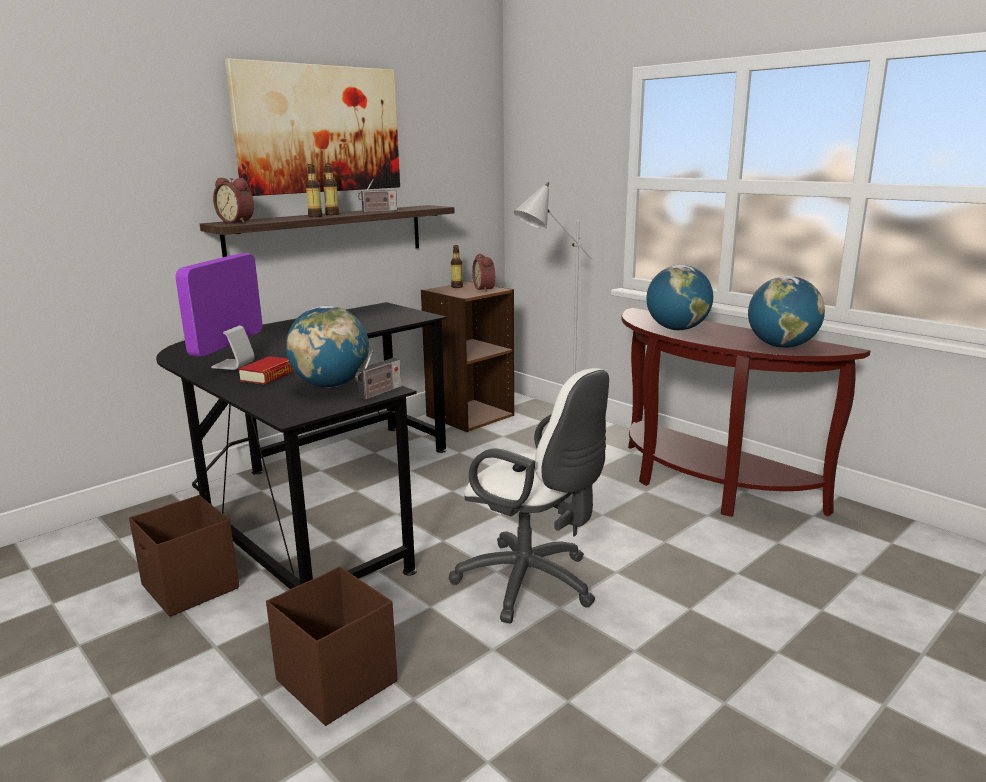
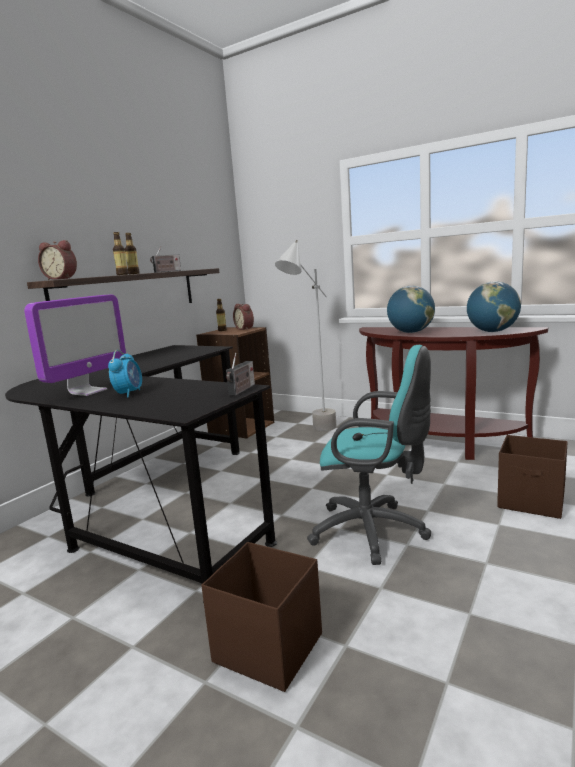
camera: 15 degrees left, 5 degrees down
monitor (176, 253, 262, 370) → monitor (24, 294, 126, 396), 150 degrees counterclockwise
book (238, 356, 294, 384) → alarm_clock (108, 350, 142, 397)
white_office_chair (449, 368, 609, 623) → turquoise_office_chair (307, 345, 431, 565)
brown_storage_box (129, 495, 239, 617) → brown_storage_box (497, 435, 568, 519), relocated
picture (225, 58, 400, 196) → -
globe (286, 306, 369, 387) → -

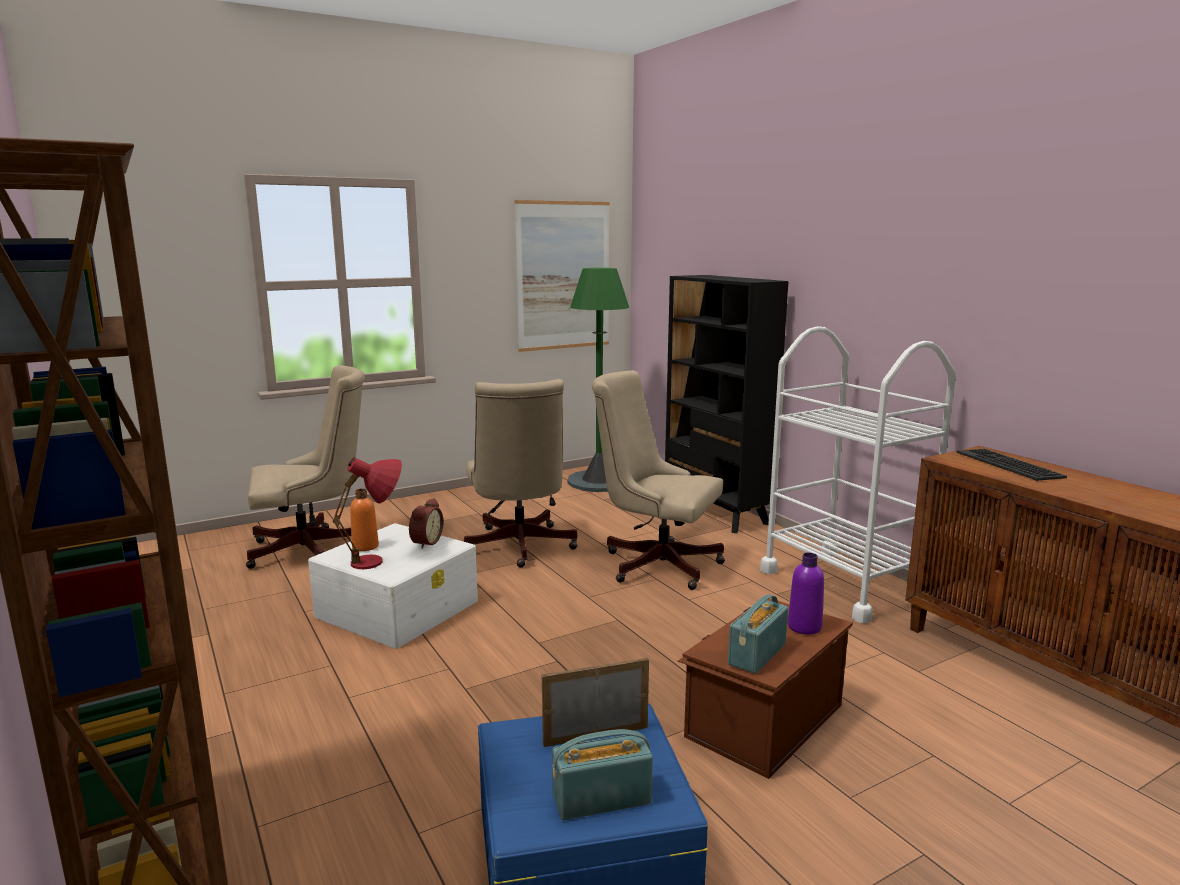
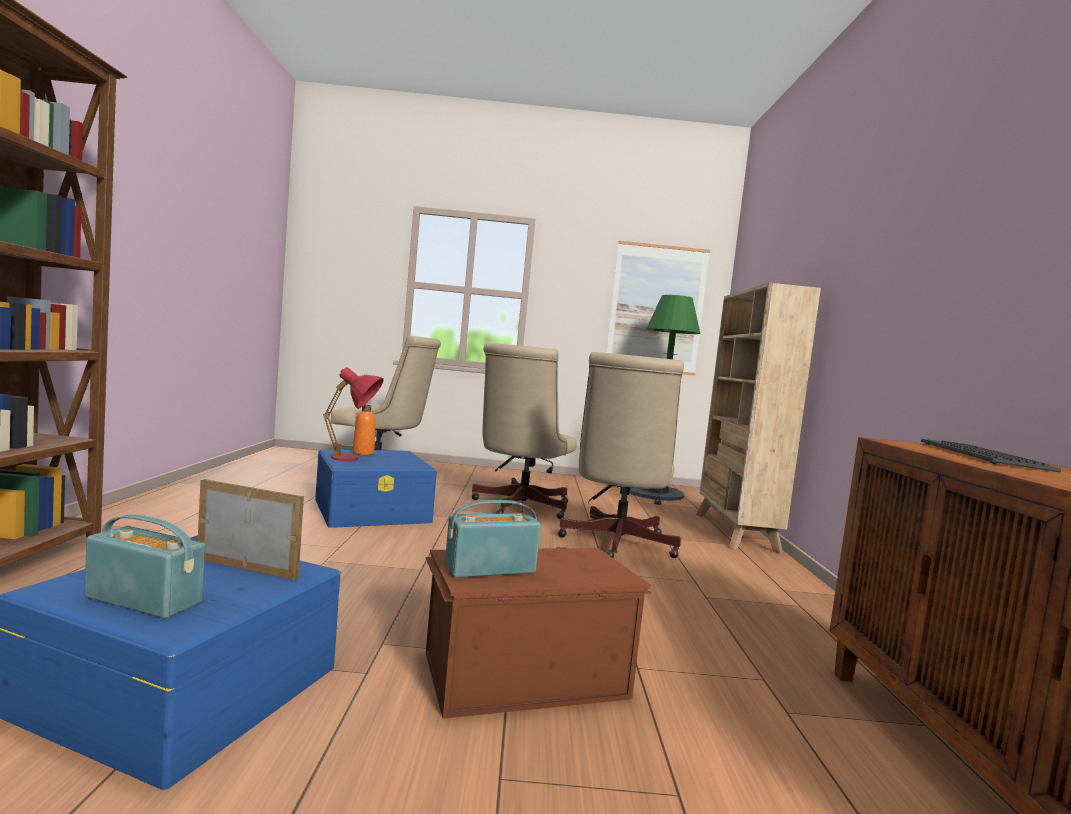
camera: 30 degrees right, 10 degrees down
white_storage_box (308, 523, 478, 649) → blue_storage_box (315, 450, 437, 528)
beige_office_chair (592, 370, 725, 590) → beige_office_chair (558, 352, 684, 558), 135 degrees counterclockwise
black_bookcase (665, 275, 788, 533) → beige_bookcase (696, 283, 821, 554)
alarm_clock (409, 498, 443, 549) → -
white_cart (760, 326, 956, 624) → -
purple_bottle (788, 553, 824, 634) → -

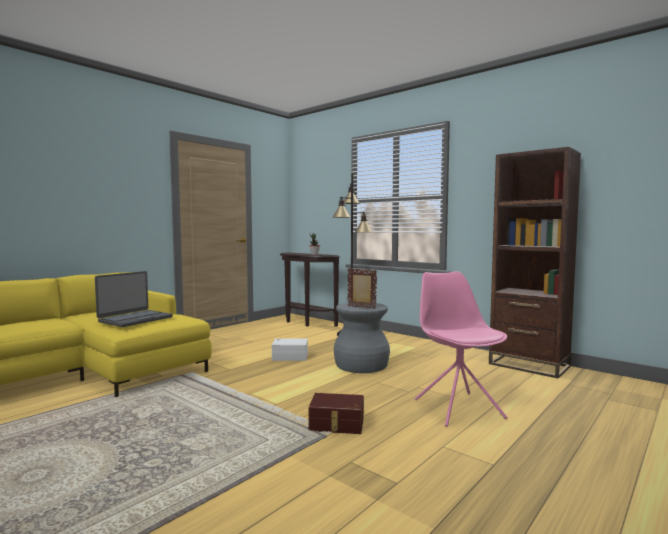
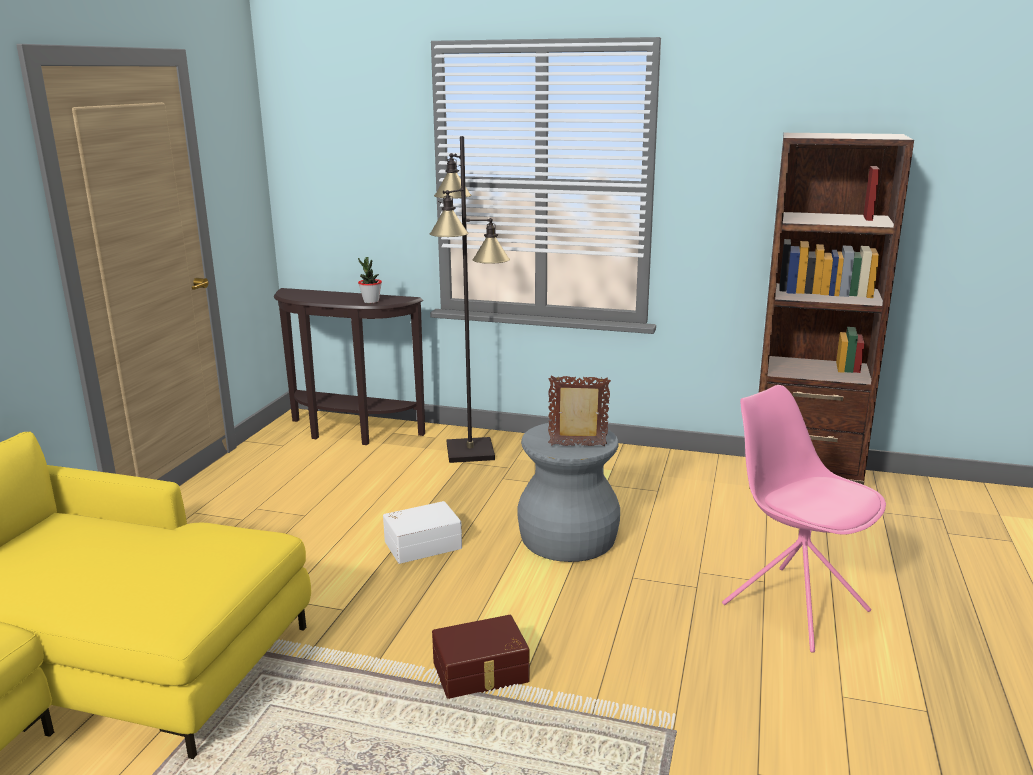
camera: 25 degrees left, 15 degrees up
brown_storage_box (308, 393, 364, 434) → brown_storage_box (432, 615, 530, 699), relocated
laptop (95, 271, 173, 327) → -

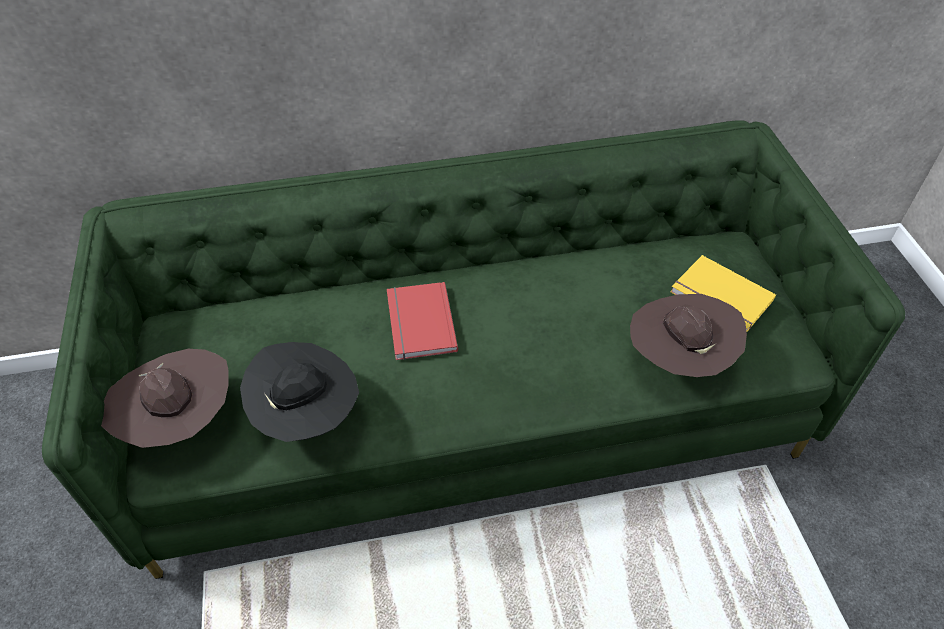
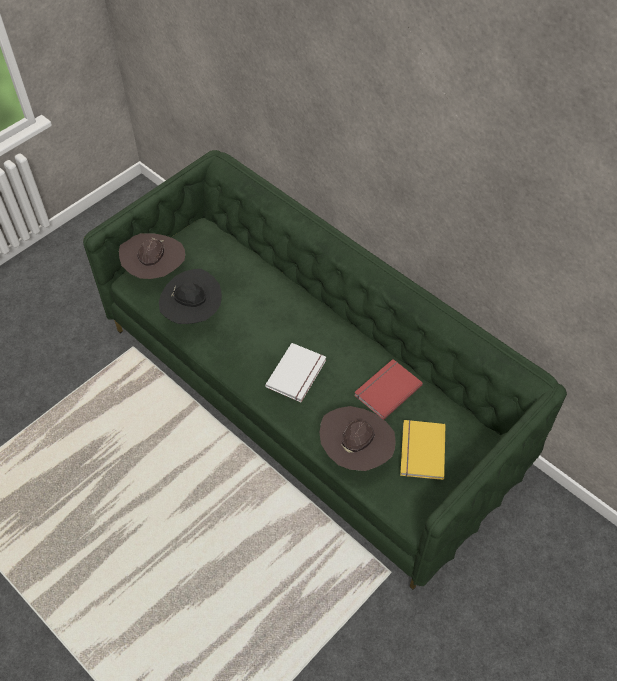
camera: 55 degrees right, 5 degrees up
- → white_book (265, 343, 326, 402)
red_book (387, 282, 458, 360) → red_book (354, 359, 423, 420), relocated

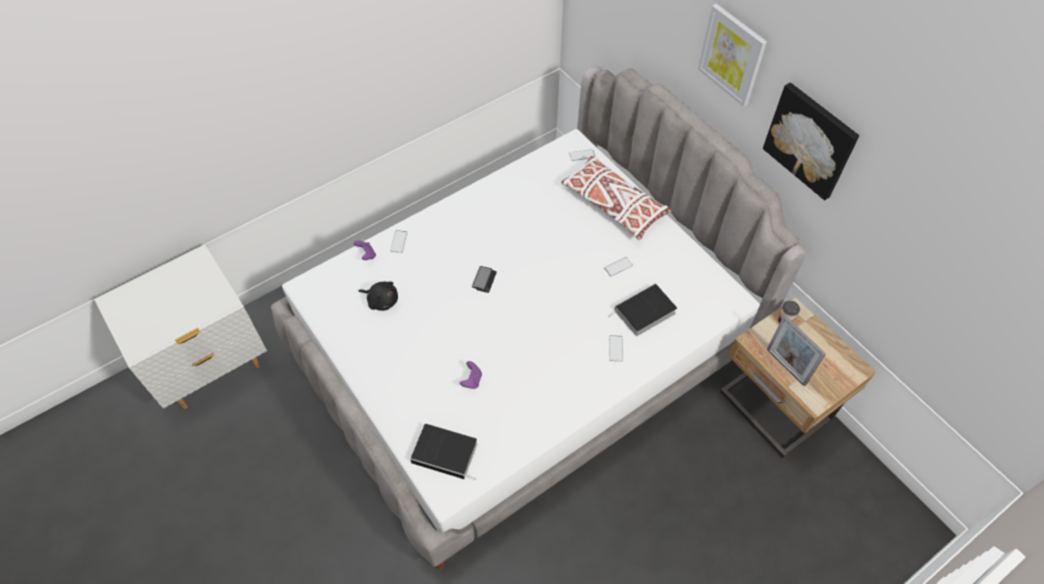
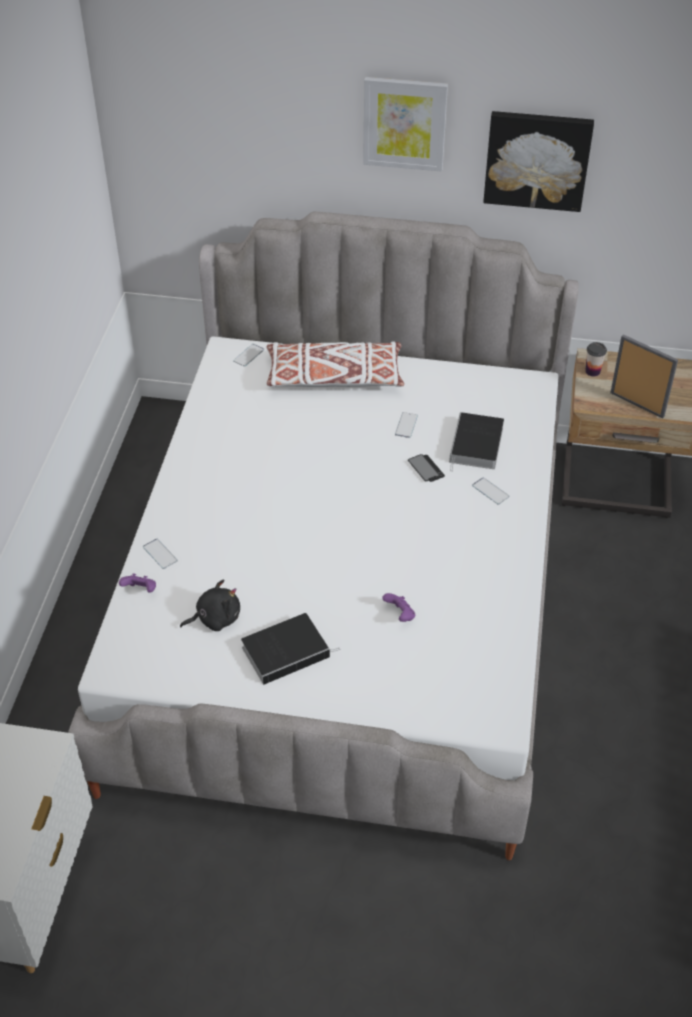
camera: 45 degrees left, 10 degrees down
book (410, 424, 477, 480) → book (241, 613, 341, 685), relocated
phone (472, 266, 497, 293) → phone (408, 454, 445, 482), relocated
picture_frame (767, 315, 826, 387) → picture_frame (610, 334, 678, 419), 150 degrees counterclockwise

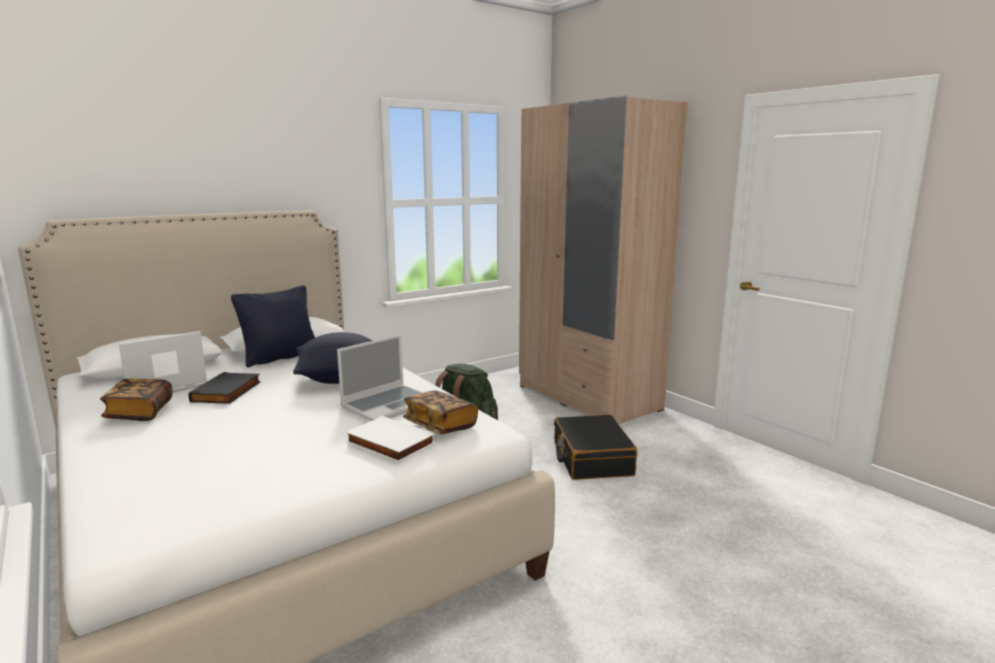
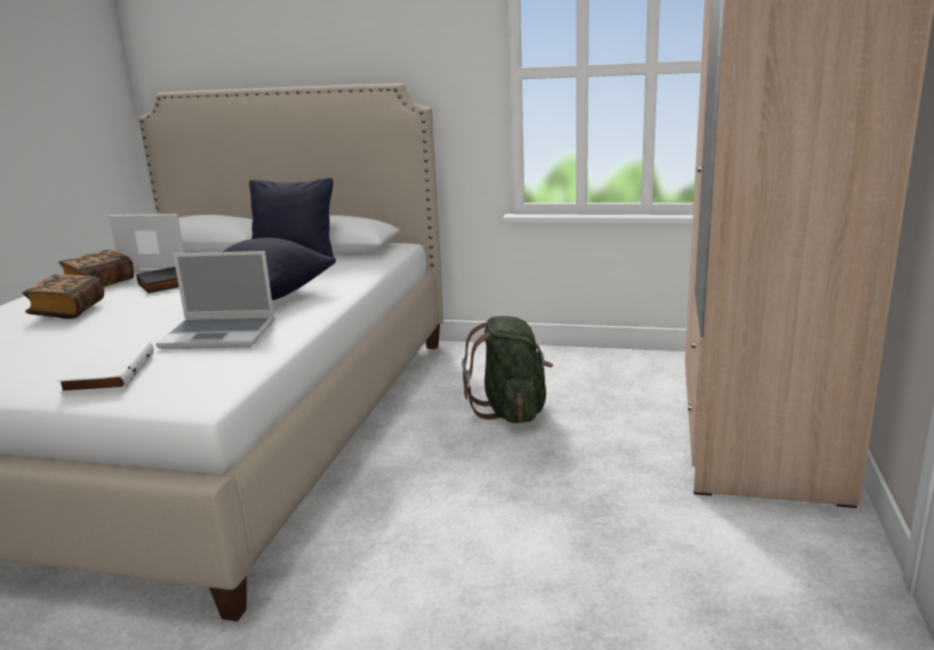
camera: 50 degrees right, 5 degrees up
book (403, 390, 478, 434) → book (22, 274, 104, 319), relocated
black_suitcase (554, 415, 637, 480) → -

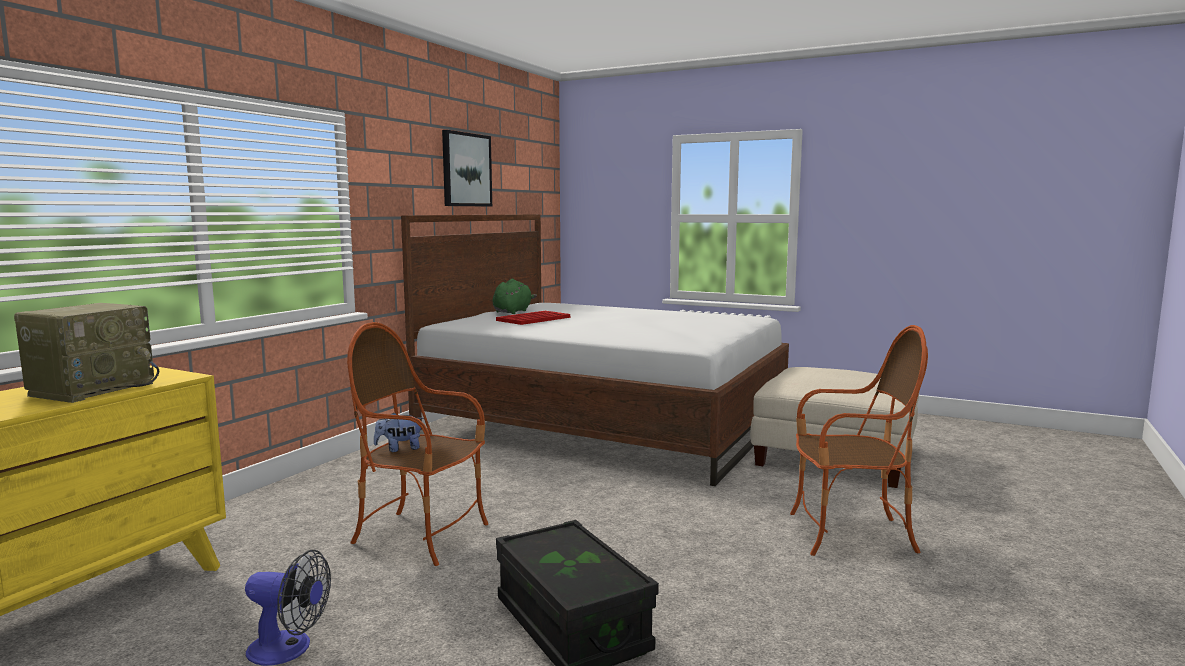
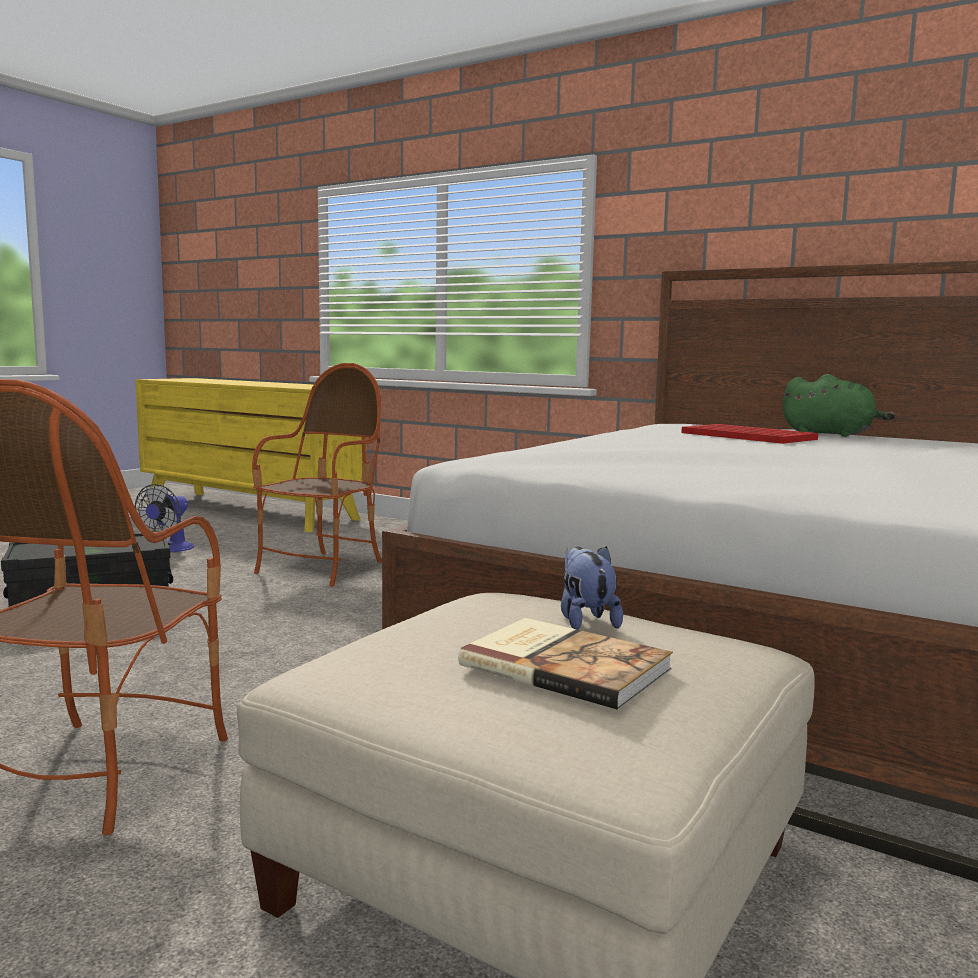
camera: 95 degrees right, 0 degrees up
- → book (458, 618, 673, 710)
plush_toy (374, 412, 424, 452) → plush_toy (561, 546, 623, 630), relocated
radio (14, 303, 159, 403) → -
picture (442, 130, 492, 206) → -

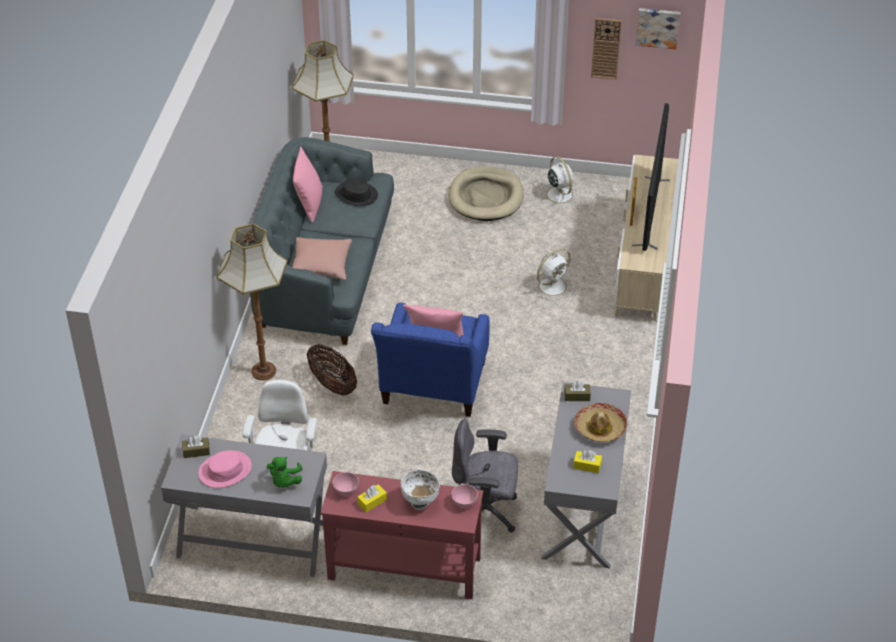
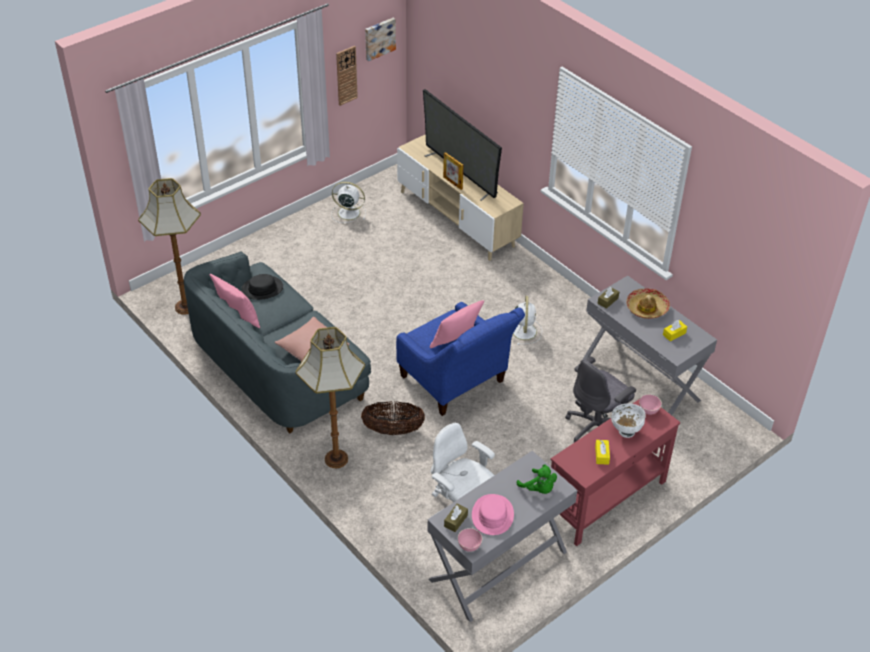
camera: 50 degrees left, 0 degrees up
pink_bowl (333, 472, 359, 496) → pink_bowl (458, 528, 482, 552), relocated
white_fan (531, 249, 574, 300) → white_fan (512, 296, 542, 345), relocated
beige_dog_bed (448, 166, 524, 221) → -

